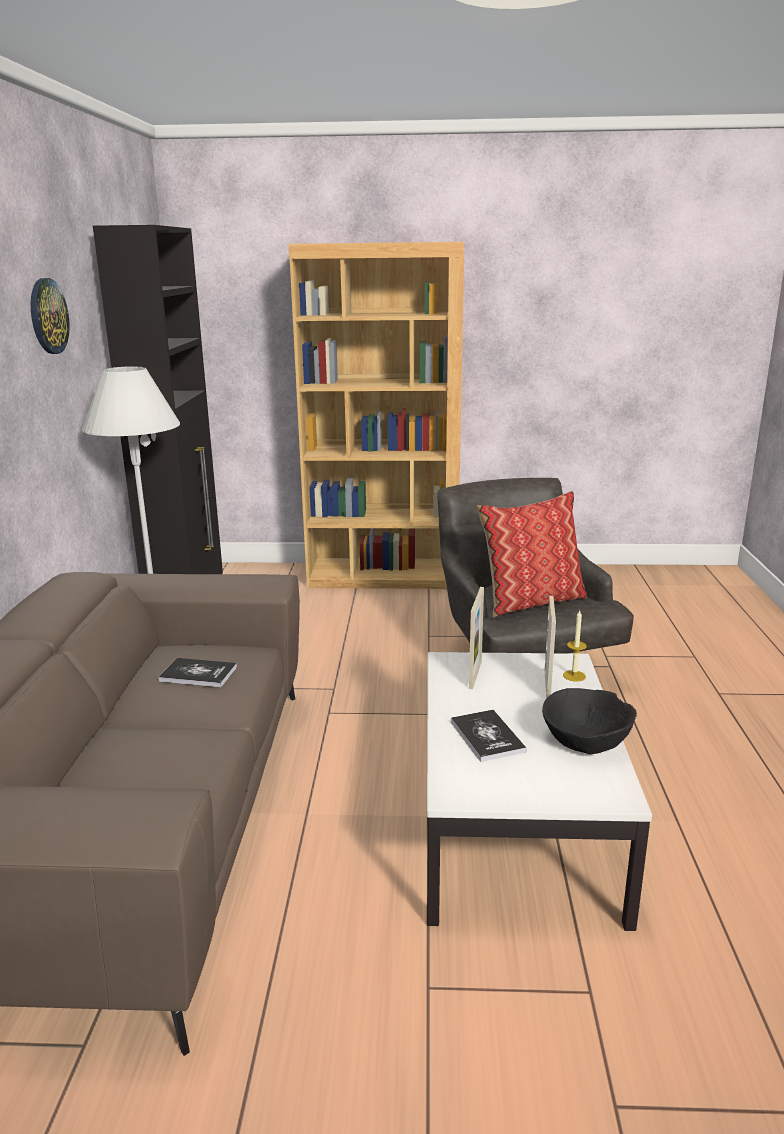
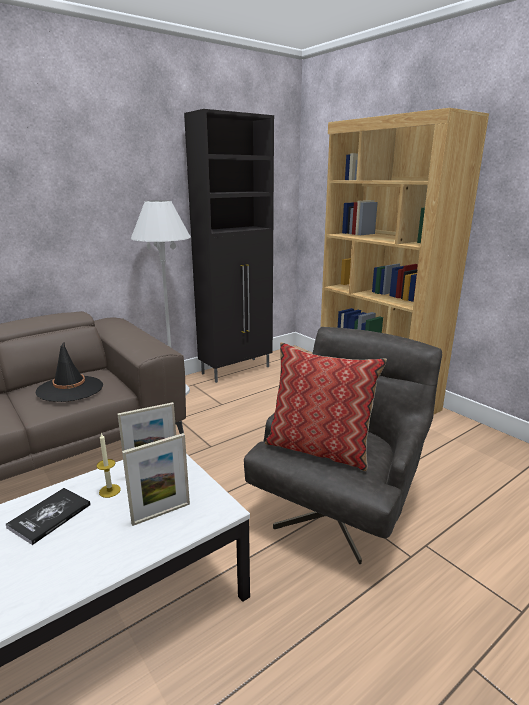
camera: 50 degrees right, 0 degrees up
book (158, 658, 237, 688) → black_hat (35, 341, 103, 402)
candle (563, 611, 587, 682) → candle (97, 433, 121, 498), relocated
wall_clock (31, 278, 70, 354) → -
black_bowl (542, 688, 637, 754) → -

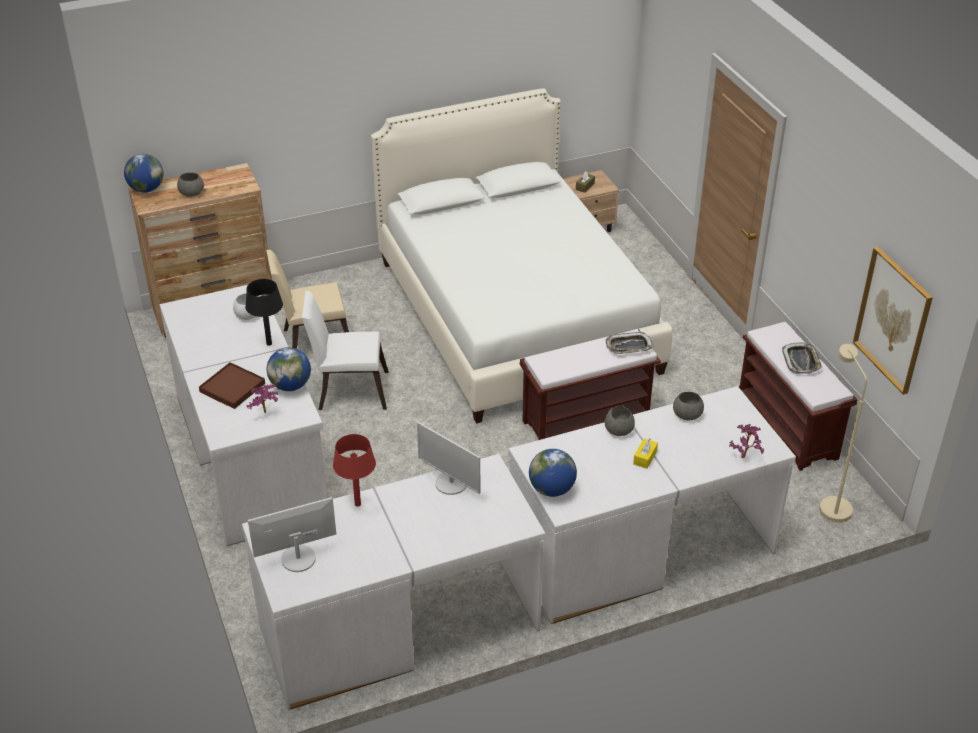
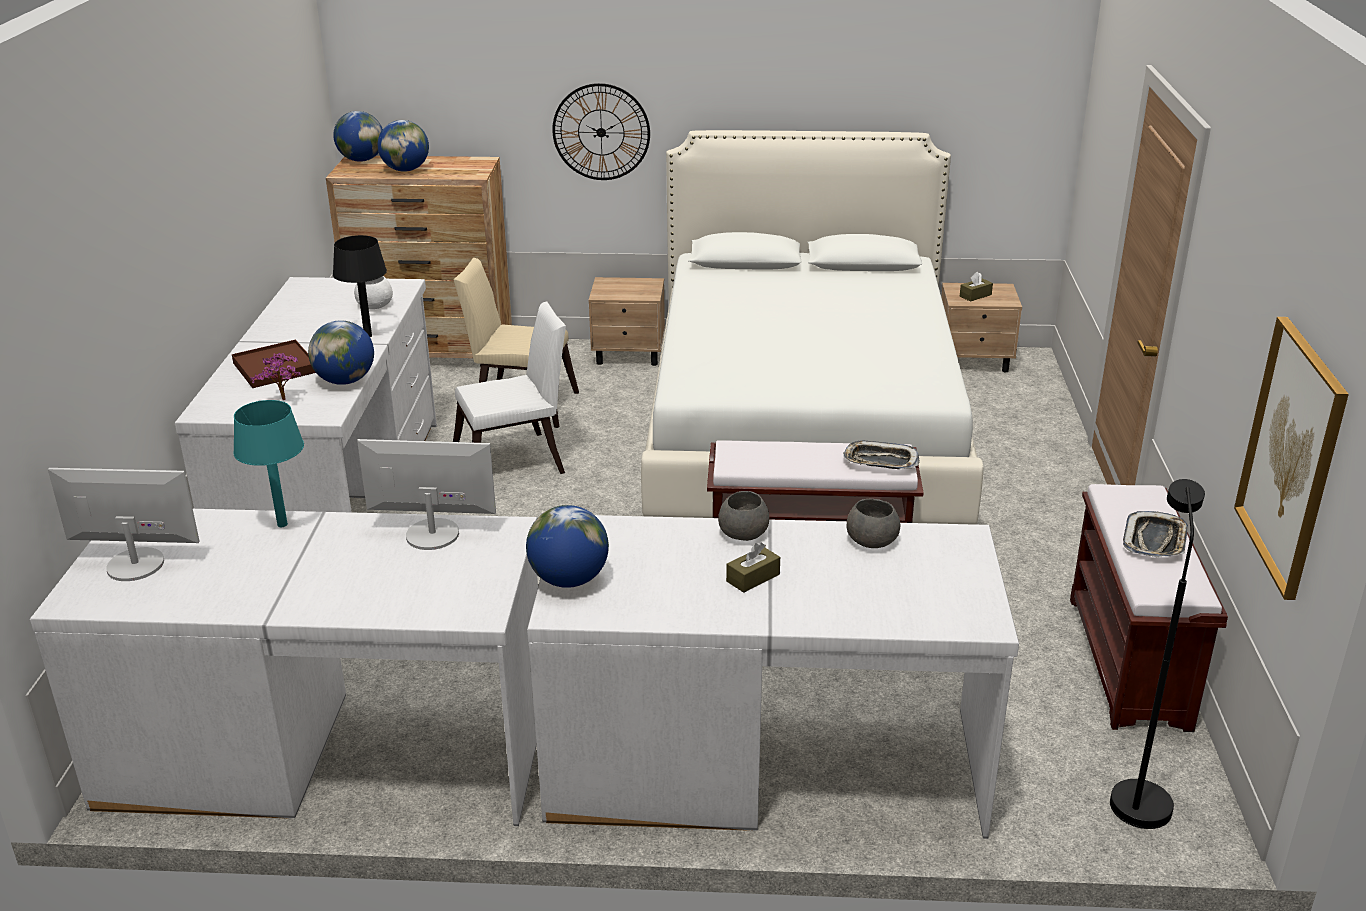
camera: 25 degrees right, 10 degrees down
red_table_lamp (333, 434, 376, 507) → turquoise_table_lamp (233, 400, 304, 527)
monitor (417, 422, 480, 495) → monitor (357, 439, 496, 550), 120 degrees clockwise
grey_bowl (177, 172, 204, 197) → globe (378, 120, 429, 172)
white_chair (302, 291, 388, 410) → white_chair (453, 301, 566, 474), 135 degrees clockwise
- → wall_clock (552, 83, 650, 180)
- → beige_nightstand (589, 277, 665, 366)
yellow_tissue_box (633, 438, 658, 469) → brown_tissue_box (726, 543, 780, 593)
beige_floor_lamp (819, 344, 867, 523) → black_floor_lamp (1110, 479, 1205, 829)
potted_plant (729, 424, 764, 458) → -

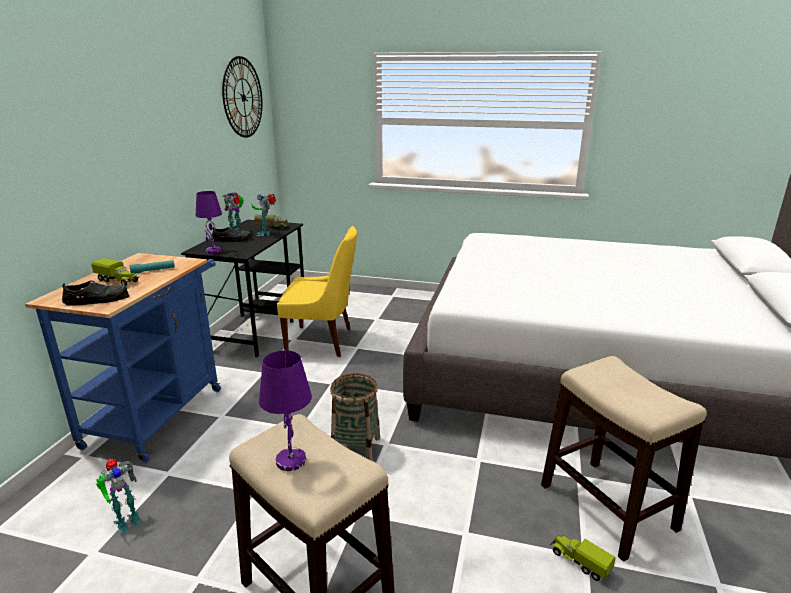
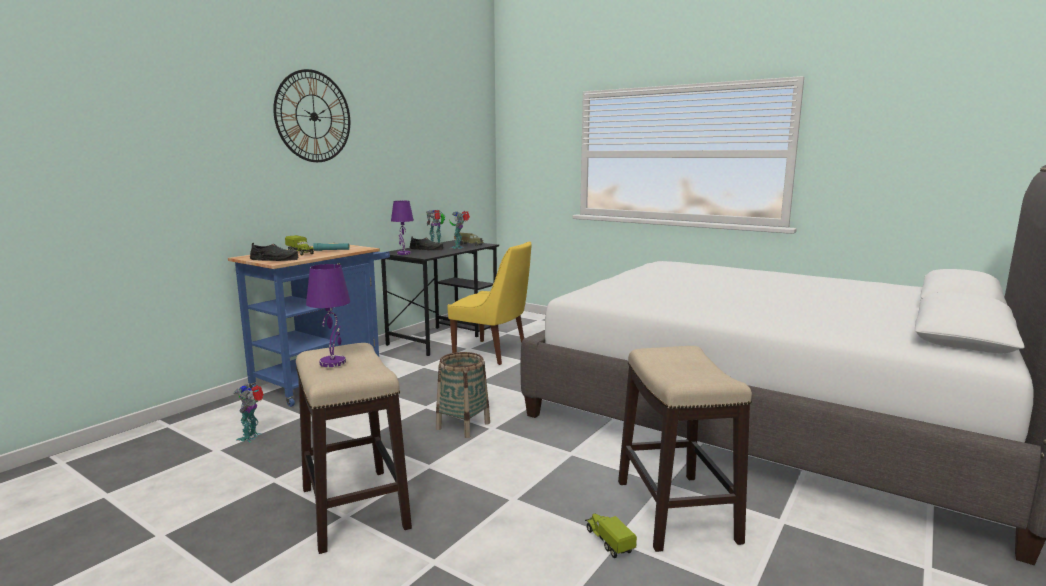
camera: 20 degrees right, 10 degrees down
toy_robot (96, 458, 141, 533) → toy_robot (233, 384, 264, 442), 120 degrees clockwise
wall_clock (222, 56, 263, 138) → wall_clock (273, 69, 350, 162), relocated

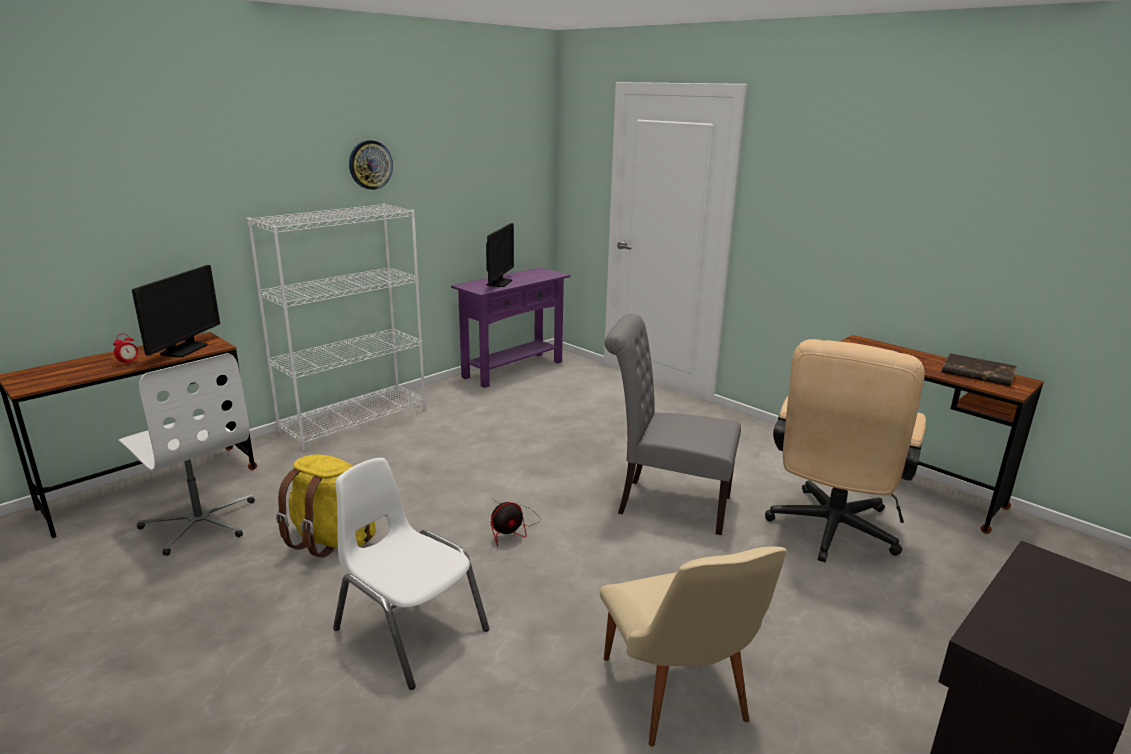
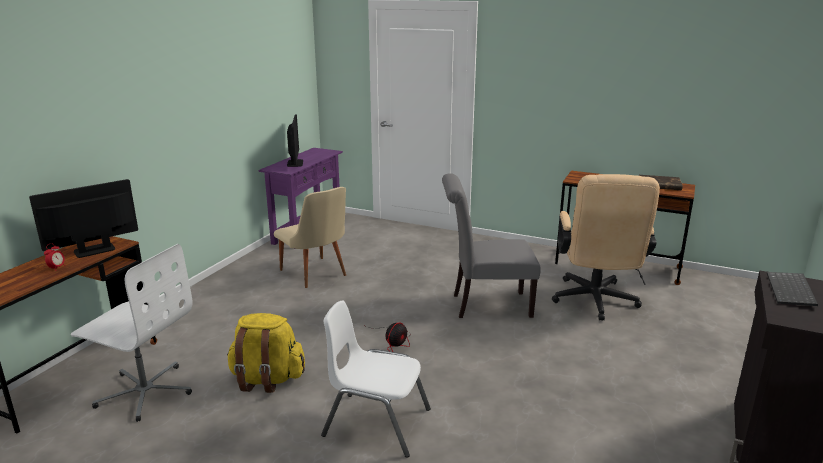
camera: 20 degrees left, 0 degrees up
monitor (132, 265, 220, 357) → monitor (29, 179, 138, 258), 120 degrees counterclockwise
beige_chair (600, 546, 787, 747) → beige_chair (274, 187, 346, 288), relocated
- → keyboard (767, 272, 818, 306)
white_bookcase (247, 204, 426, 451) → -
wall_clock (349, 140, 393, 190) → -

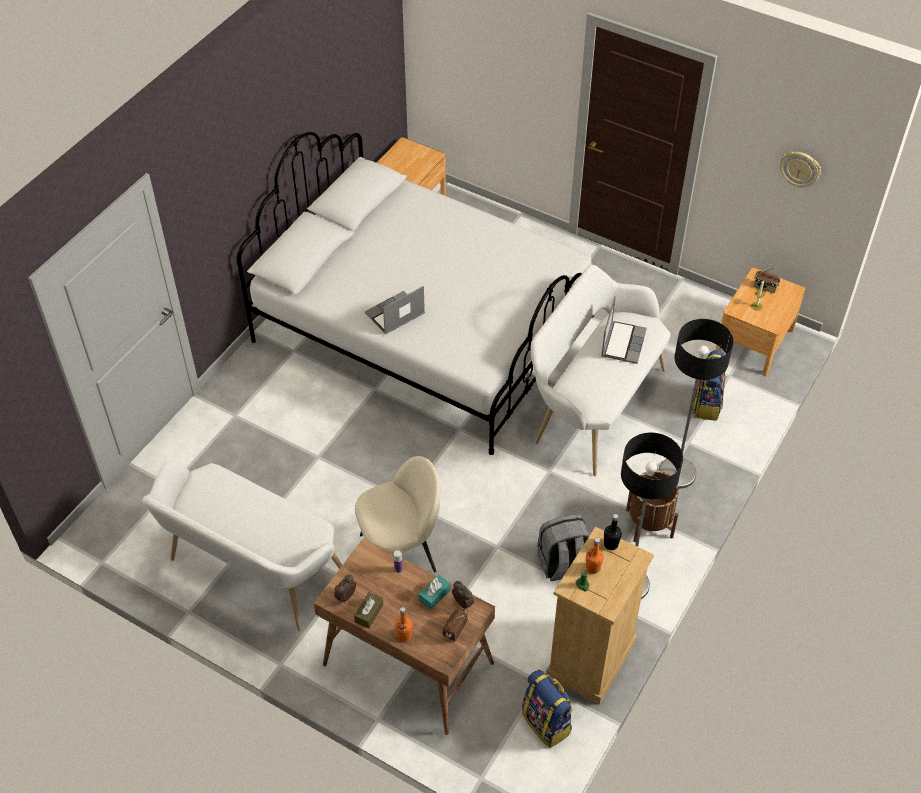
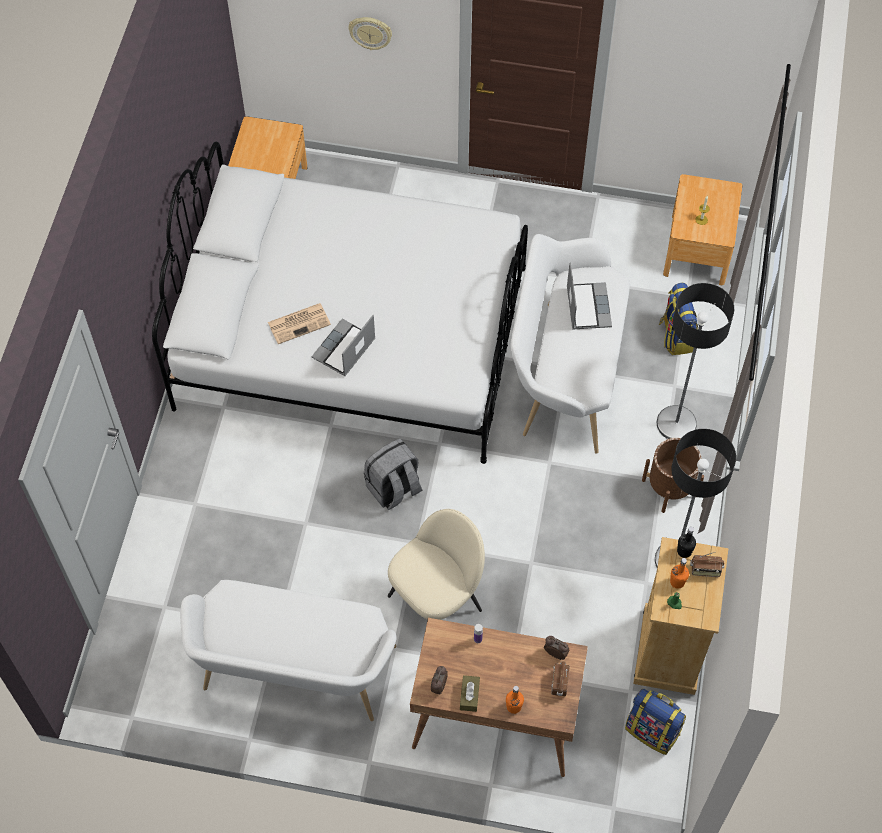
camera: 20 degrees left, 10 degrees up
- → newspaper (268, 303, 331, 344)
wall_clock (780, 152, 821, 188) → wall_clock (348, 17, 392, 50), relocated
grey_backpack (537, 514, 590, 581) → grey_backpack (364, 439, 422, 510), relocated
radio (754, 268, 780, 293) → radio (690, 552, 724, 577), relocated
turquoise_tissue_box (419, 575, 451, 610) → -

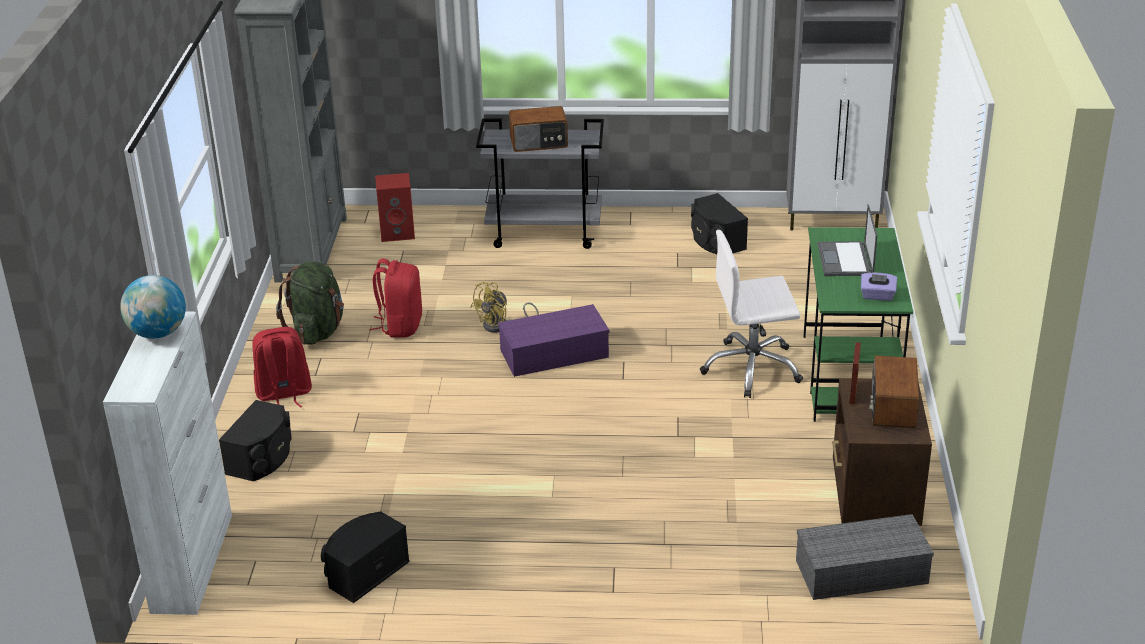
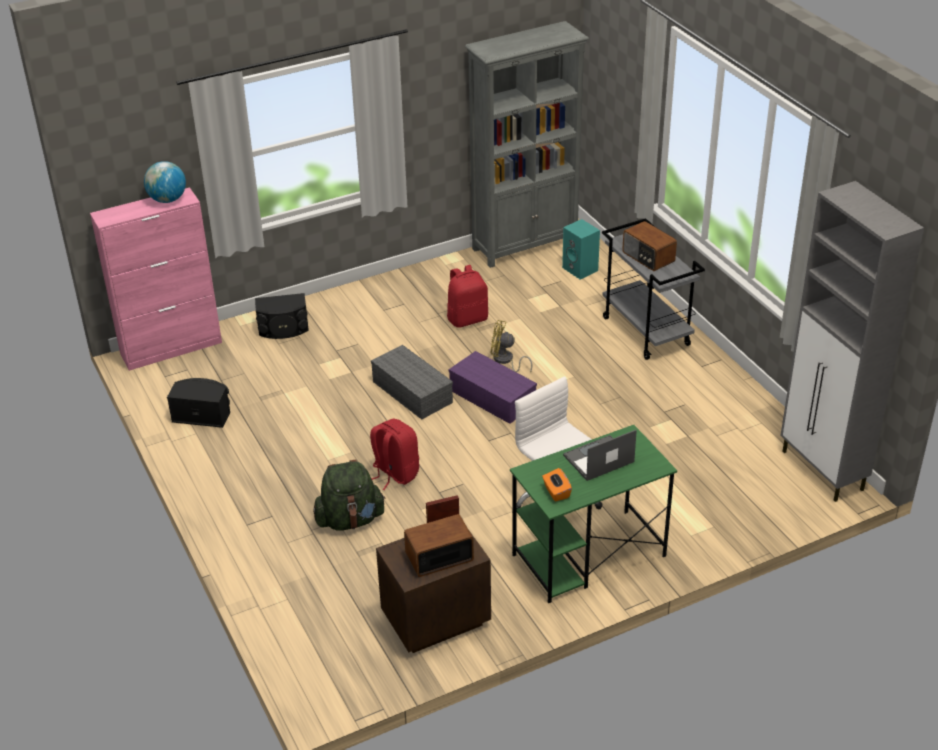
camera: 60 degrees right, 5 degrees up
white_cabinet (103, 312, 232, 615) → pink_cabinet (90, 187, 222, 371)
green_backpack (276, 261, 344, 345) → green_backpack (313, 460, 386, 530), relocated
red_backpack (252, 327, 312, 408) → red_backpack (370, 419, 419, 490), relocated
grey_storage_box (796, 514, 934, 600) → grey_storage_box (371, 345, 453, 420), relocated
purple_tissue_box (861, 273, 897, 301) → orange_tissue_box (542, 468, 572, 502)
red_speaker (375, 173, 415, 242) → turquoise_speaker (562, 219, 600, 280)
black_speaker (691, 193, 748, 254) → -

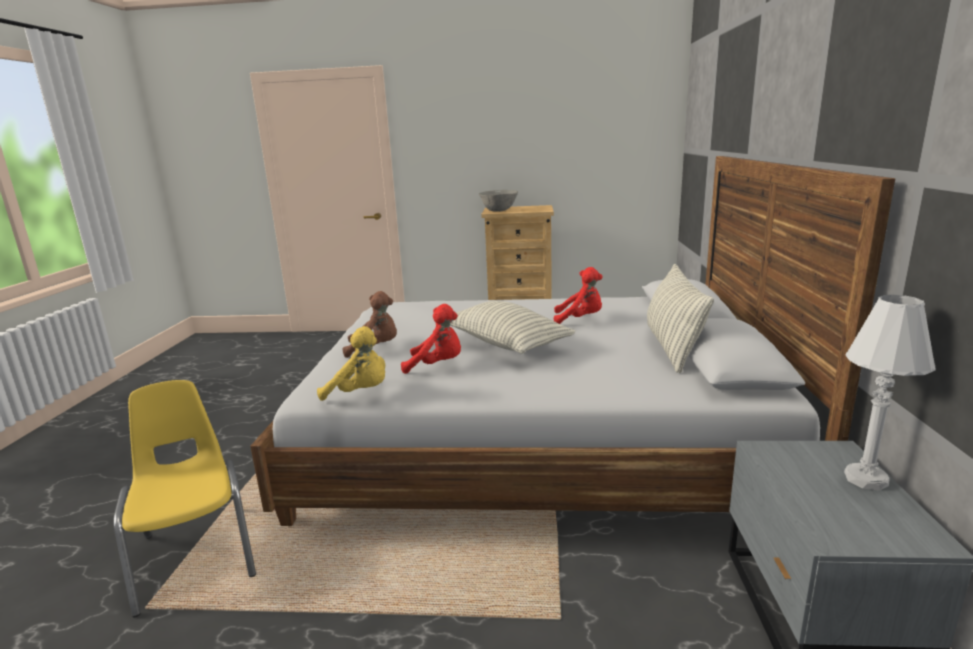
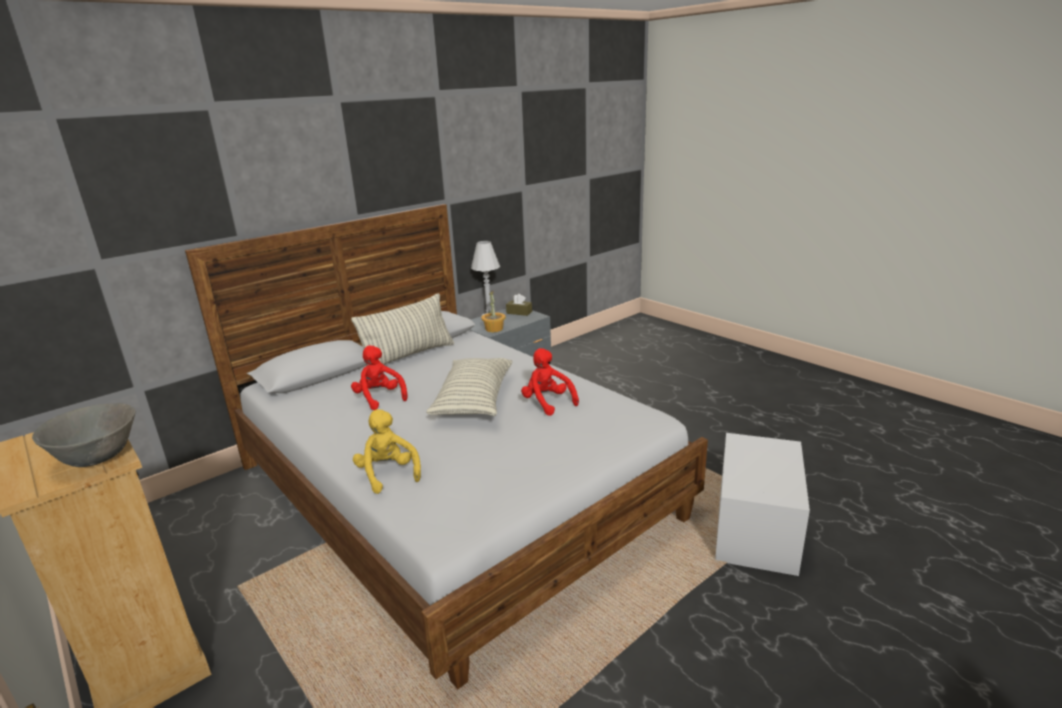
camera: 135 degrees left, 5 degrees up
yellow_plush_toy (317, 326, 385, 401) → yellow_plush_toy (353, 409, 421, 494), relocated
- → potted_plant (481, 291, 506, 332)
- → brown_tissue_box (506, 294, 532, 316)
yellow_chair (113, 380, 256, 617) → white_storage_box (715, 433, 810, 576)
brown_plush_toy (343, 291, 397, 358) → -

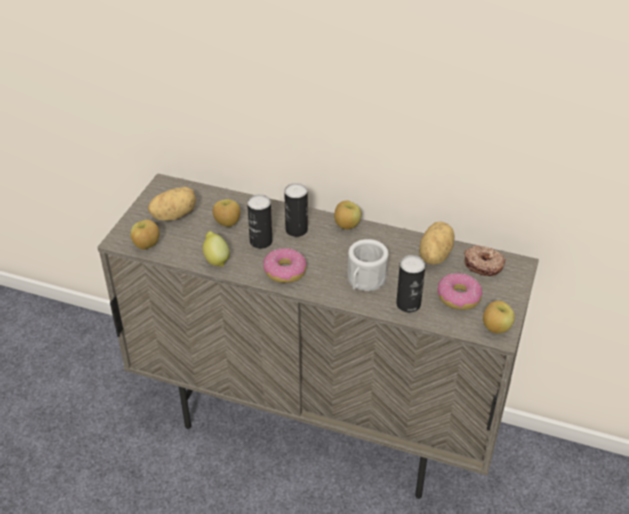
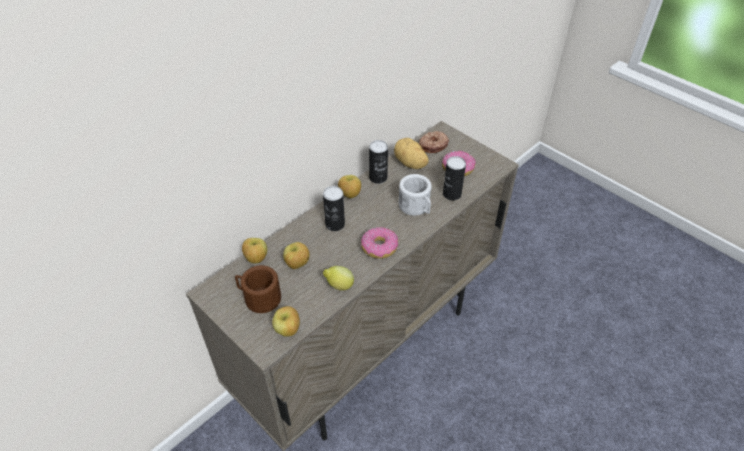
camera: 65 degrees left, 5 degrees up
potato (148, 187, 196, 221) → brown_mug (235, 265, 281, 313)
apple (483, 301, 515, 333) → apple (242, 238, 267, 264), relocated
can (247, 194, 272, 249) → can (369, 140, 388, 184), relocated

